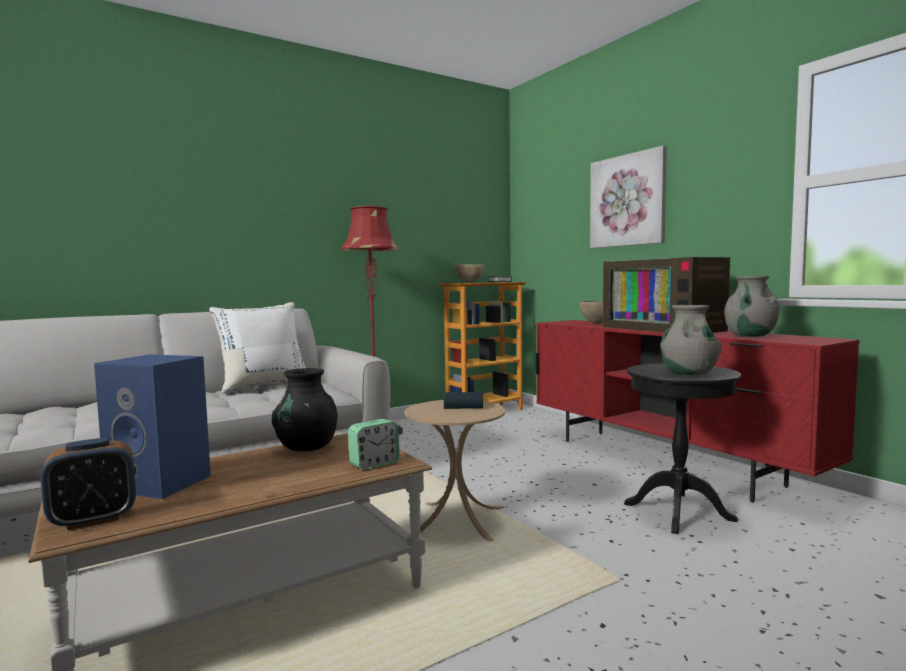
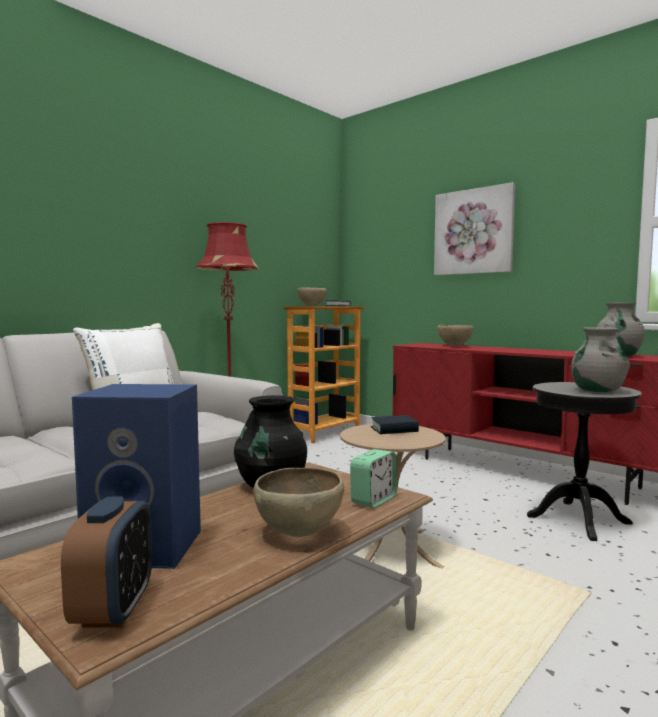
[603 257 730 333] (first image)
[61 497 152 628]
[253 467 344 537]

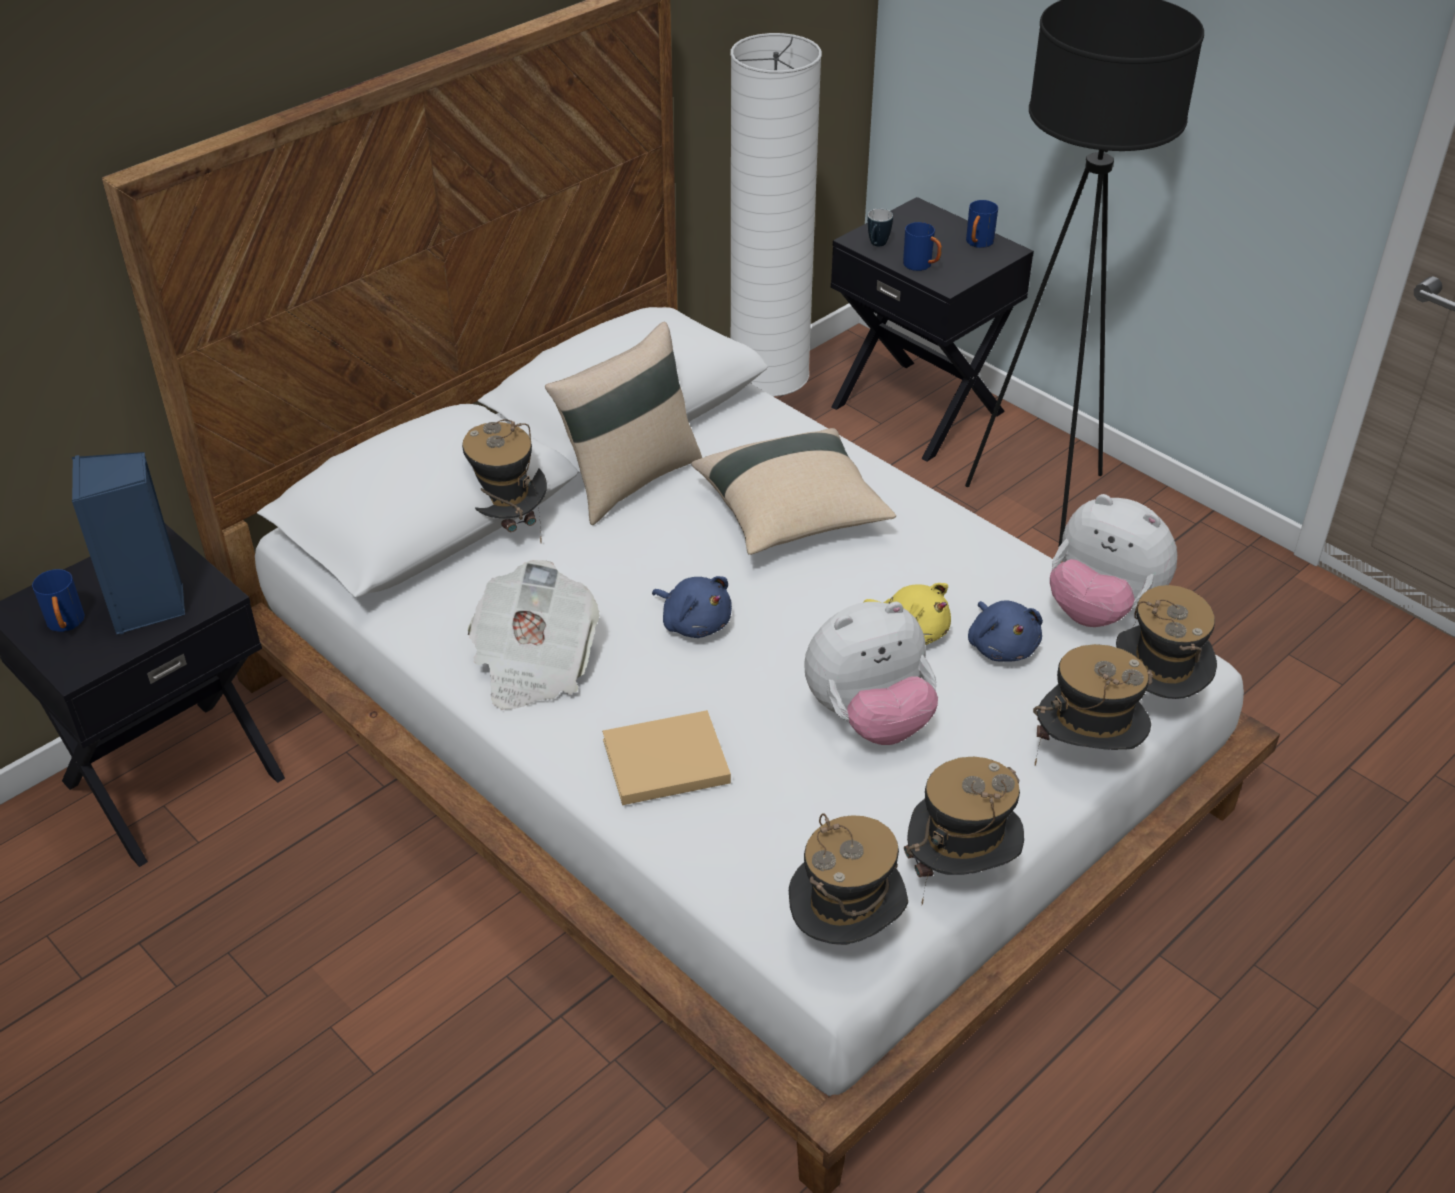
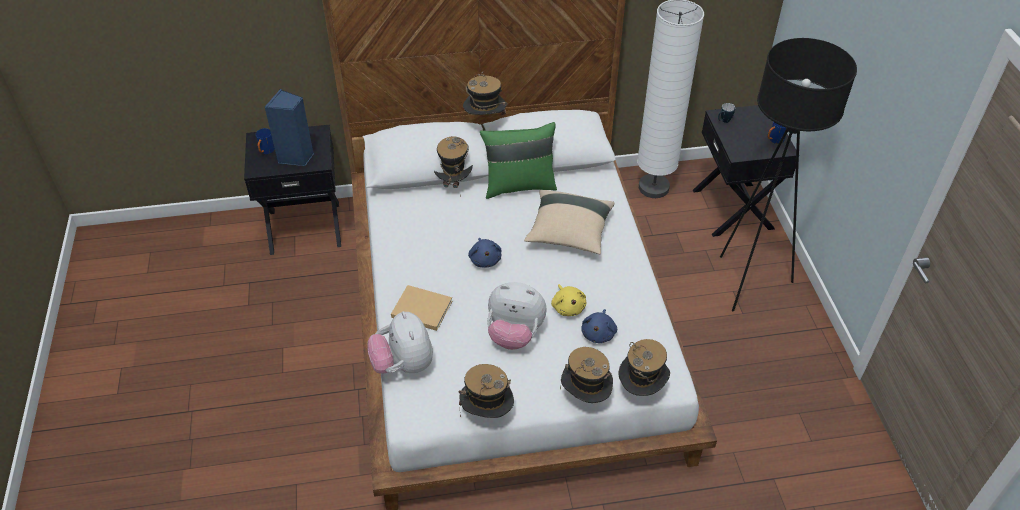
[903 222 942 271] (first image)
[480 122 557 199]
[368 311 433 374]
[468 560 600 710] (first image)
[463 72 508 116]

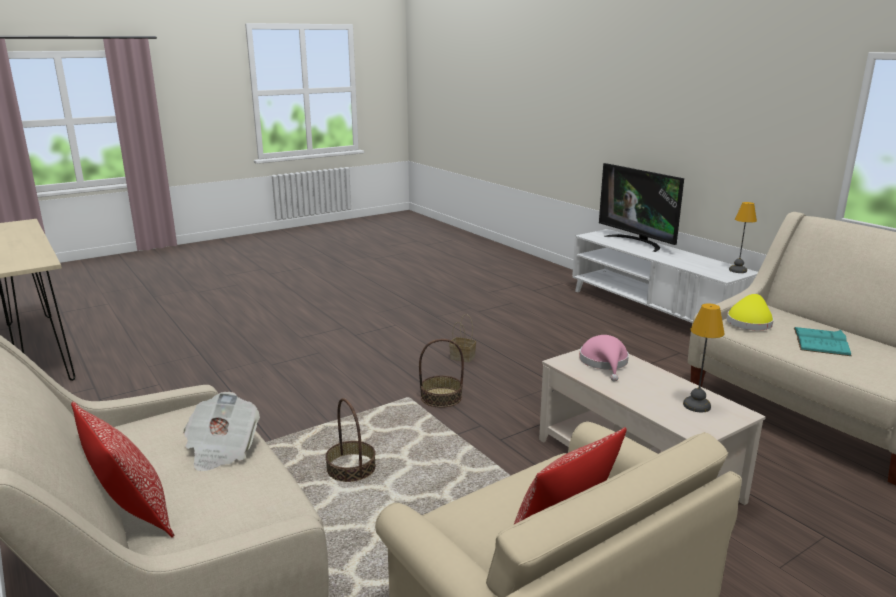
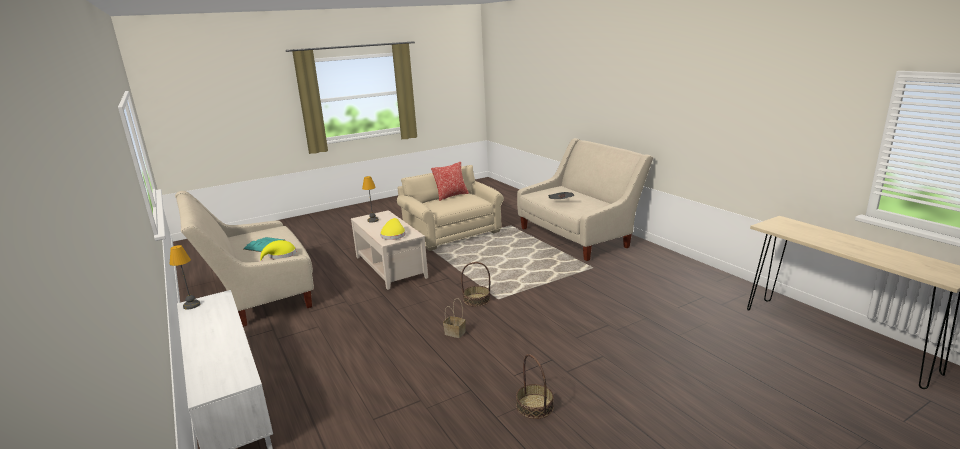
[599 163 684 252] (first image)
[380 218 406 240]
[516 354 554 419]
[71 402 174 538] (first image)

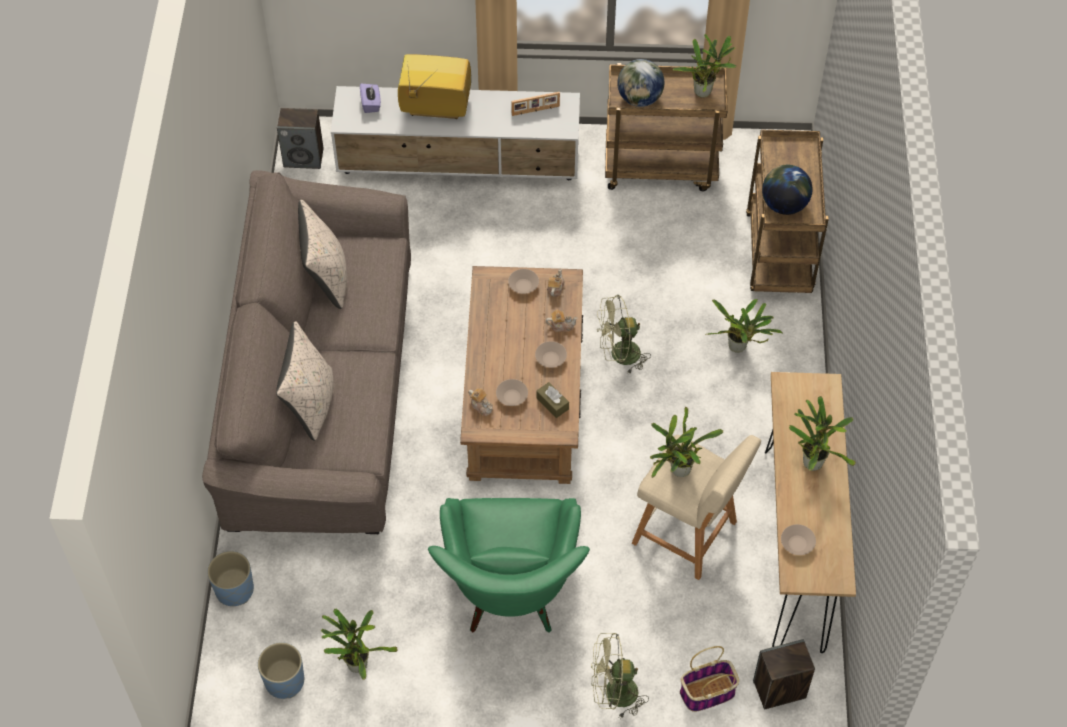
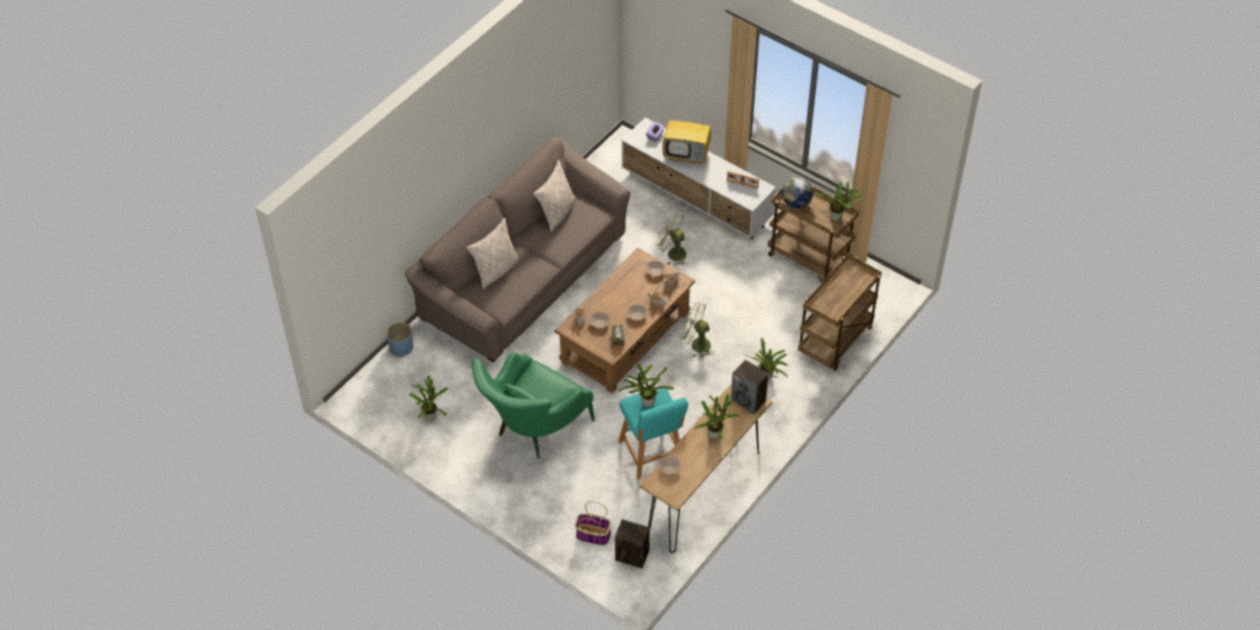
[662 111 711 164]
[731 360 769 414]
[762 165 812 215] (first image)
[619 388 688 479]
[655 212 688 267]
[258 642 304 699] (first image)

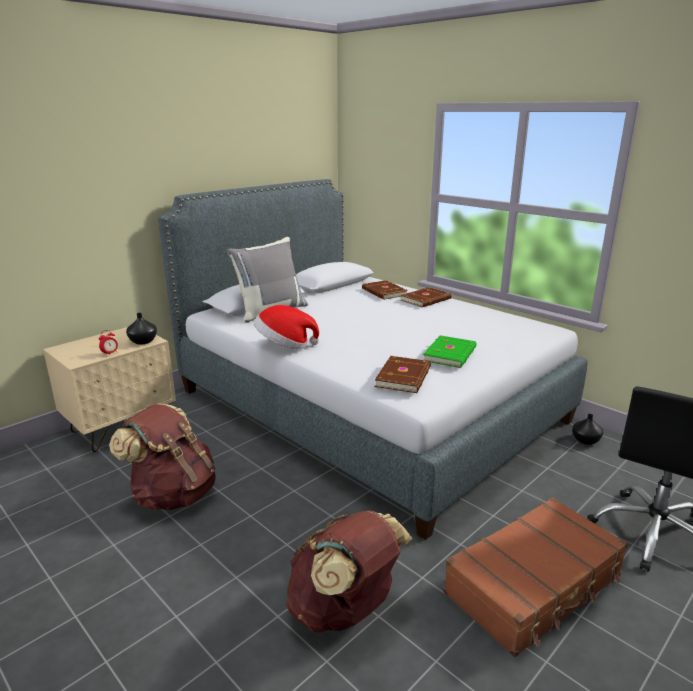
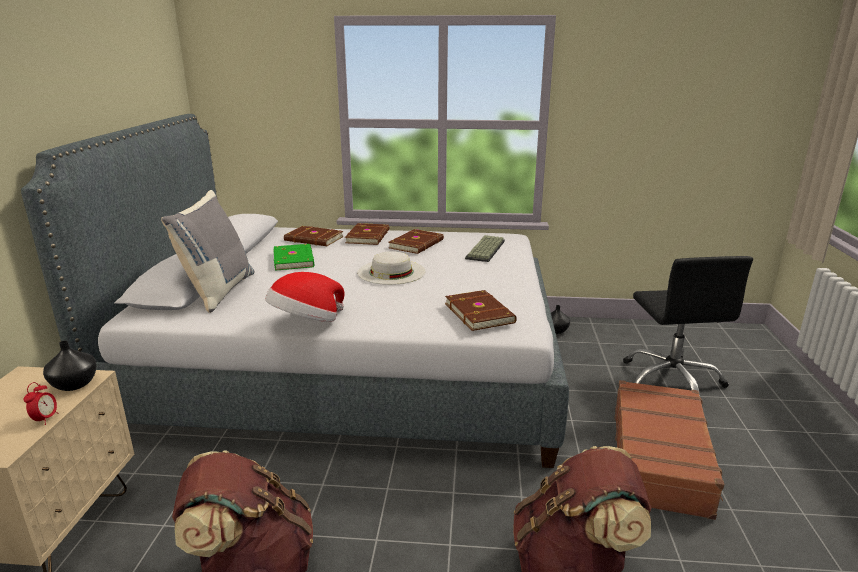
[273 244 315 271]
[388 229 444 254]
[465 235 505 262]
[357 251 425 285]

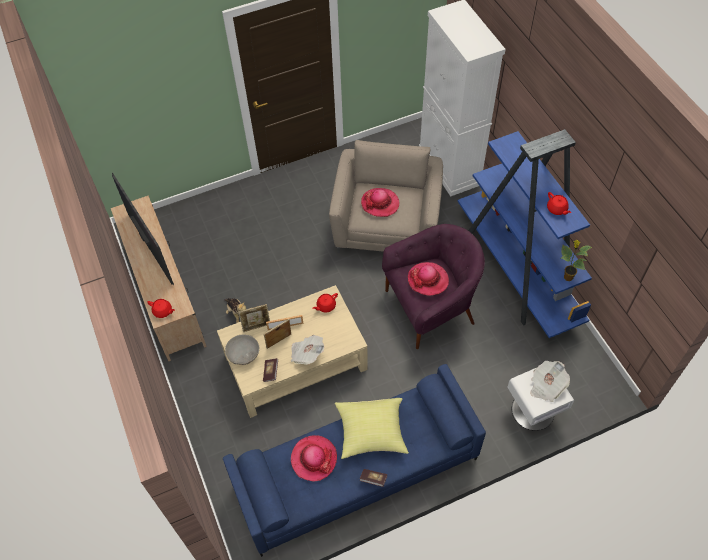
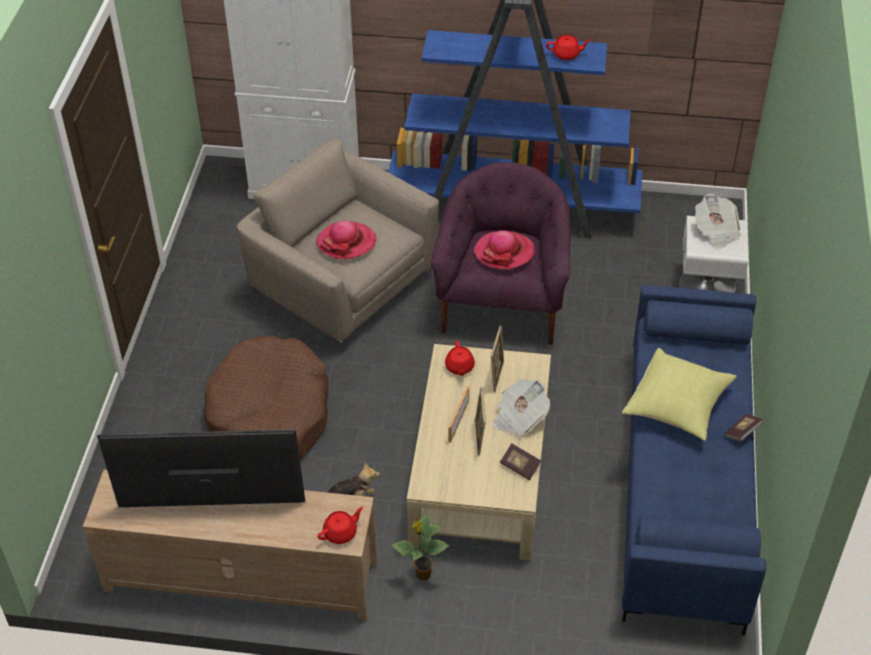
[391 514 450 580]
[491 325 504 392]
[225 335 259 365] (first image)
[291 435 337 481] (first image)
[204 336 328 459]

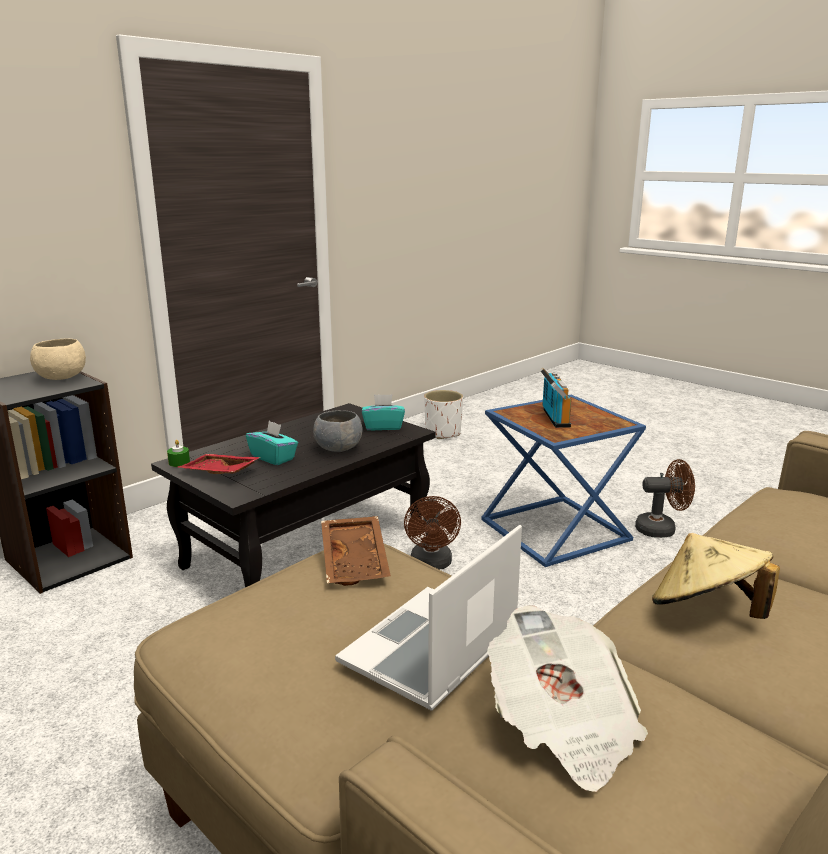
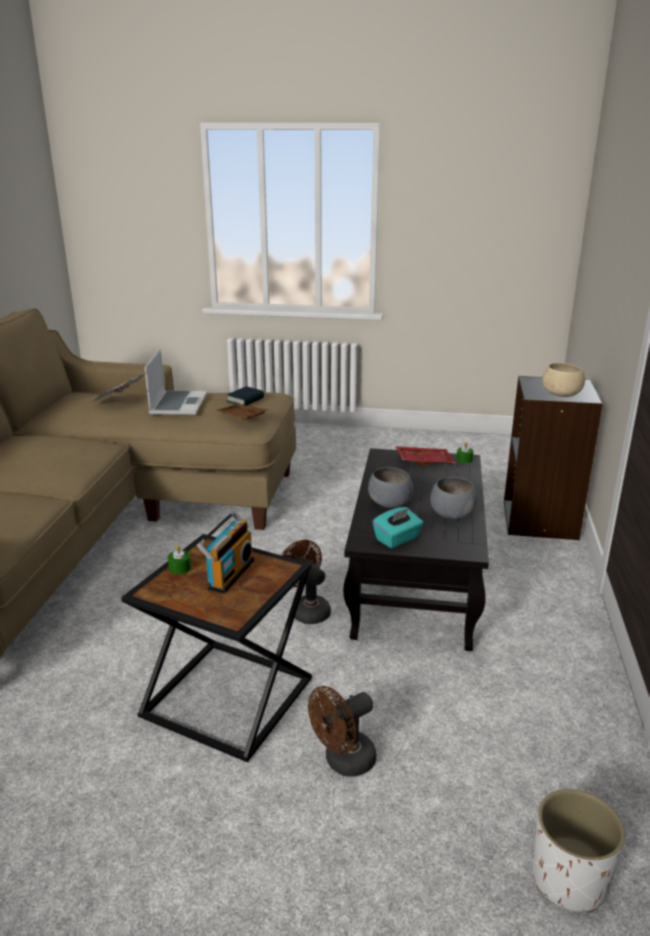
[197 511 254 593]
[121 534 312 762]
[246 421 298 465] (first image)
[308 686 376 777]
[652 533 780 619] (first image)
[227 386 264 405]
[430 477 477 519]
[168 546 191 575]

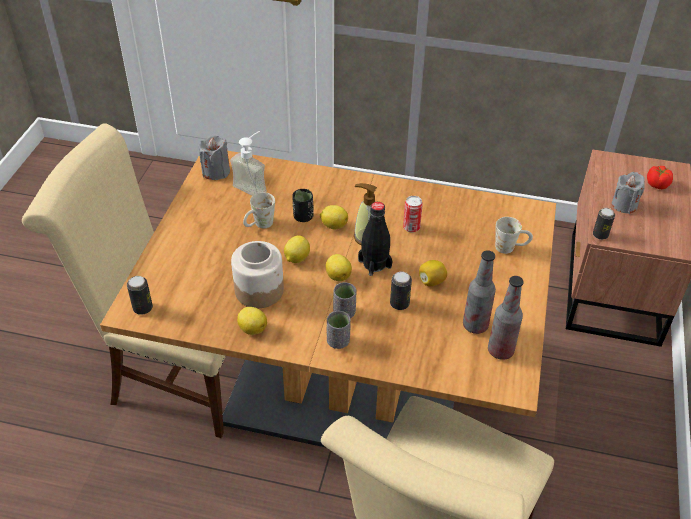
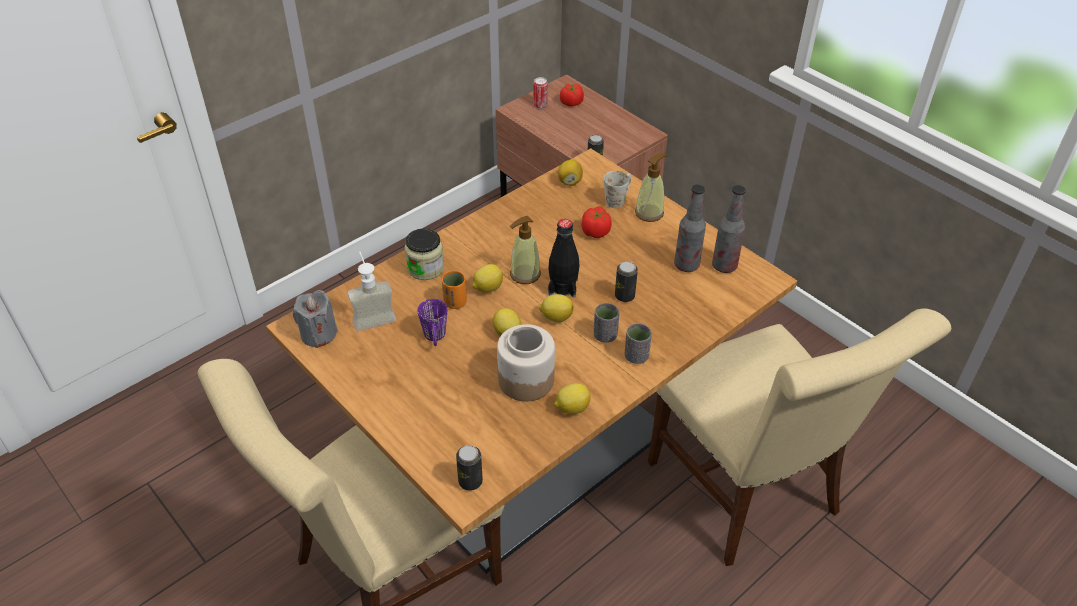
[612 172 645 214] (first image)
[442 271 467 309]
[417 299 447 346]
[533 77 548 109]
[558 160 583 186]
[635 153 667 222]
[582 206 612 238]
[405 229 444 280]

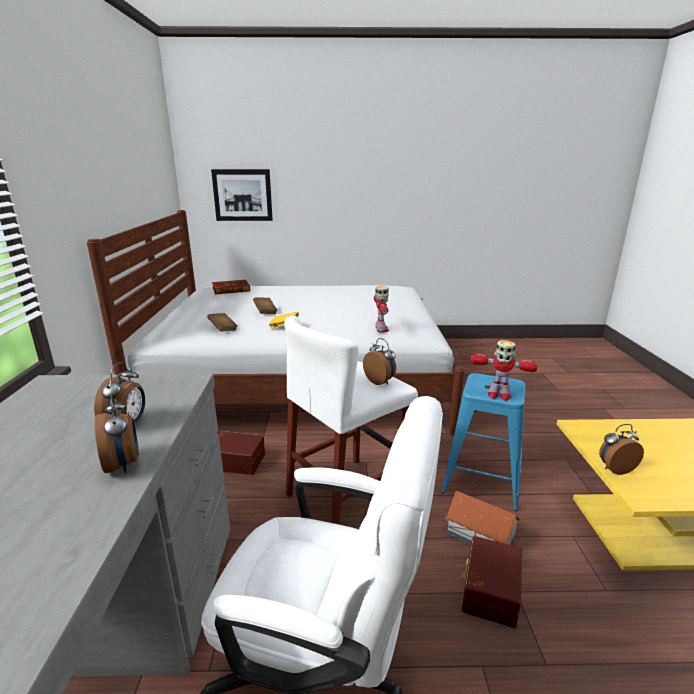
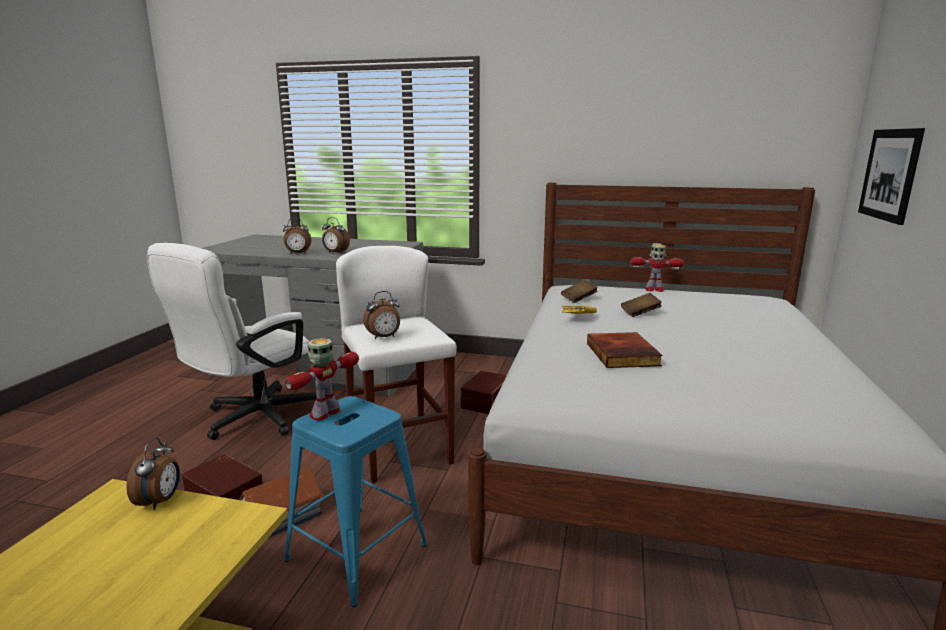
[587 332 663 368]
[631 244 683 292]

